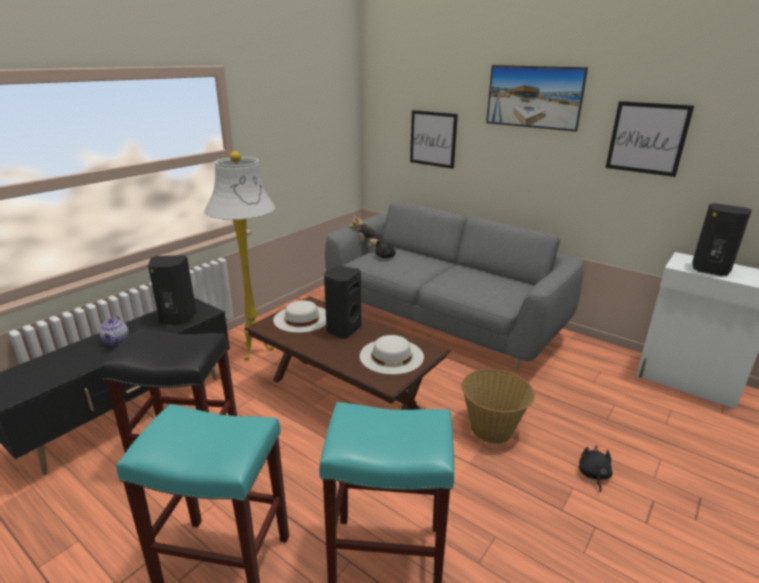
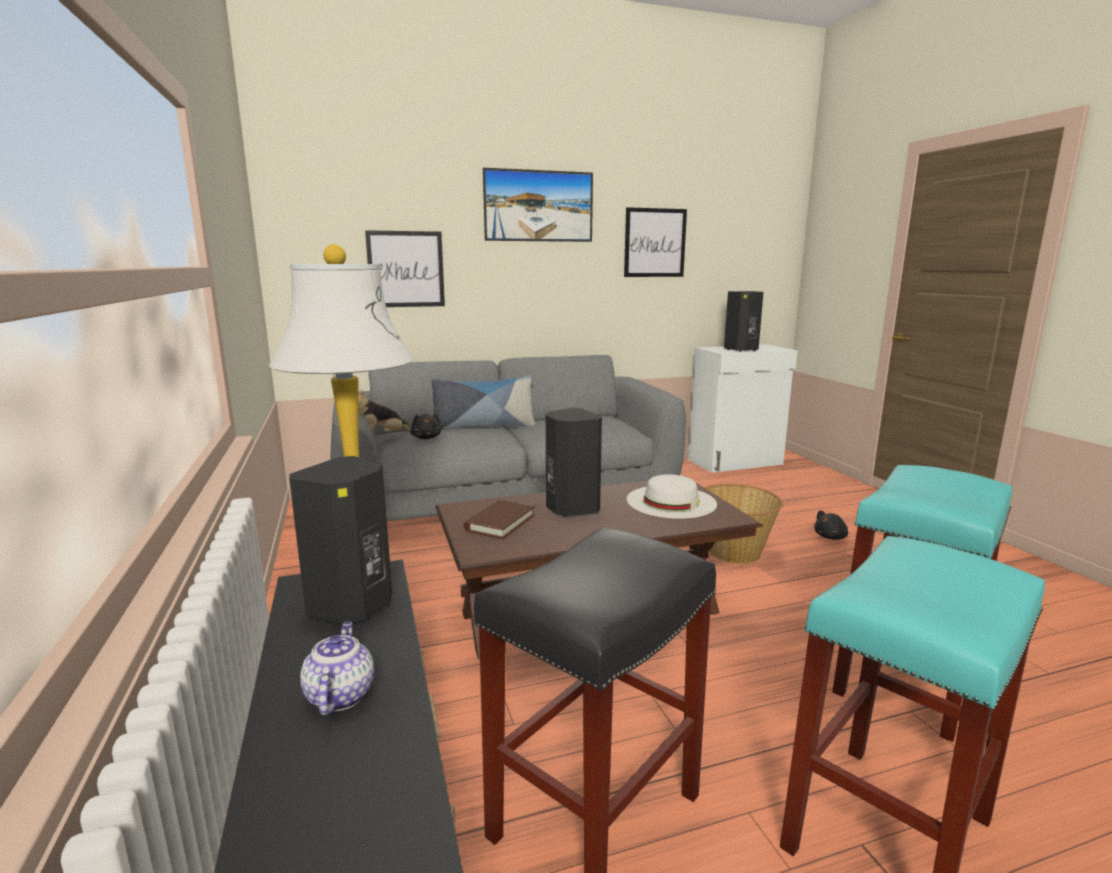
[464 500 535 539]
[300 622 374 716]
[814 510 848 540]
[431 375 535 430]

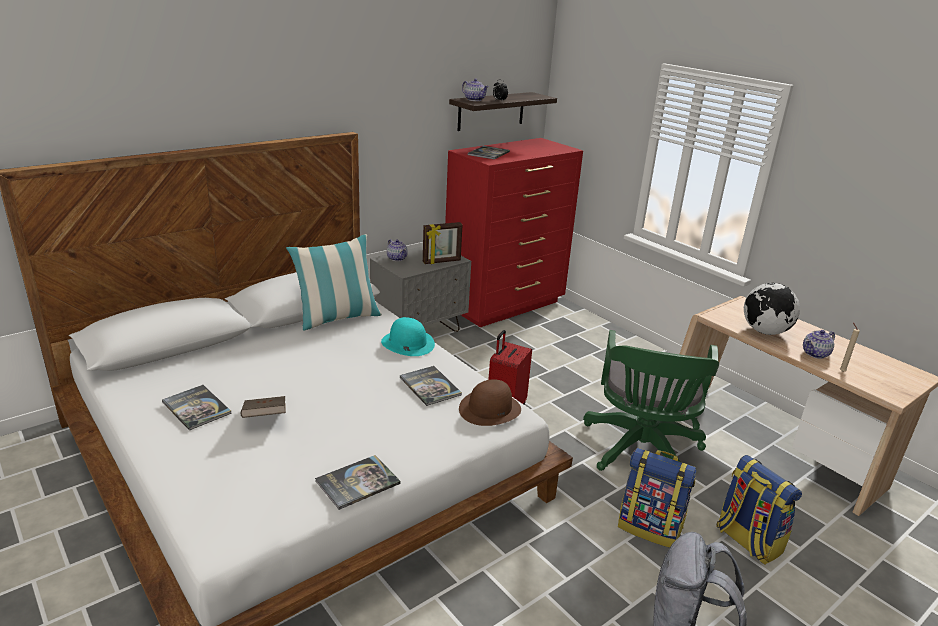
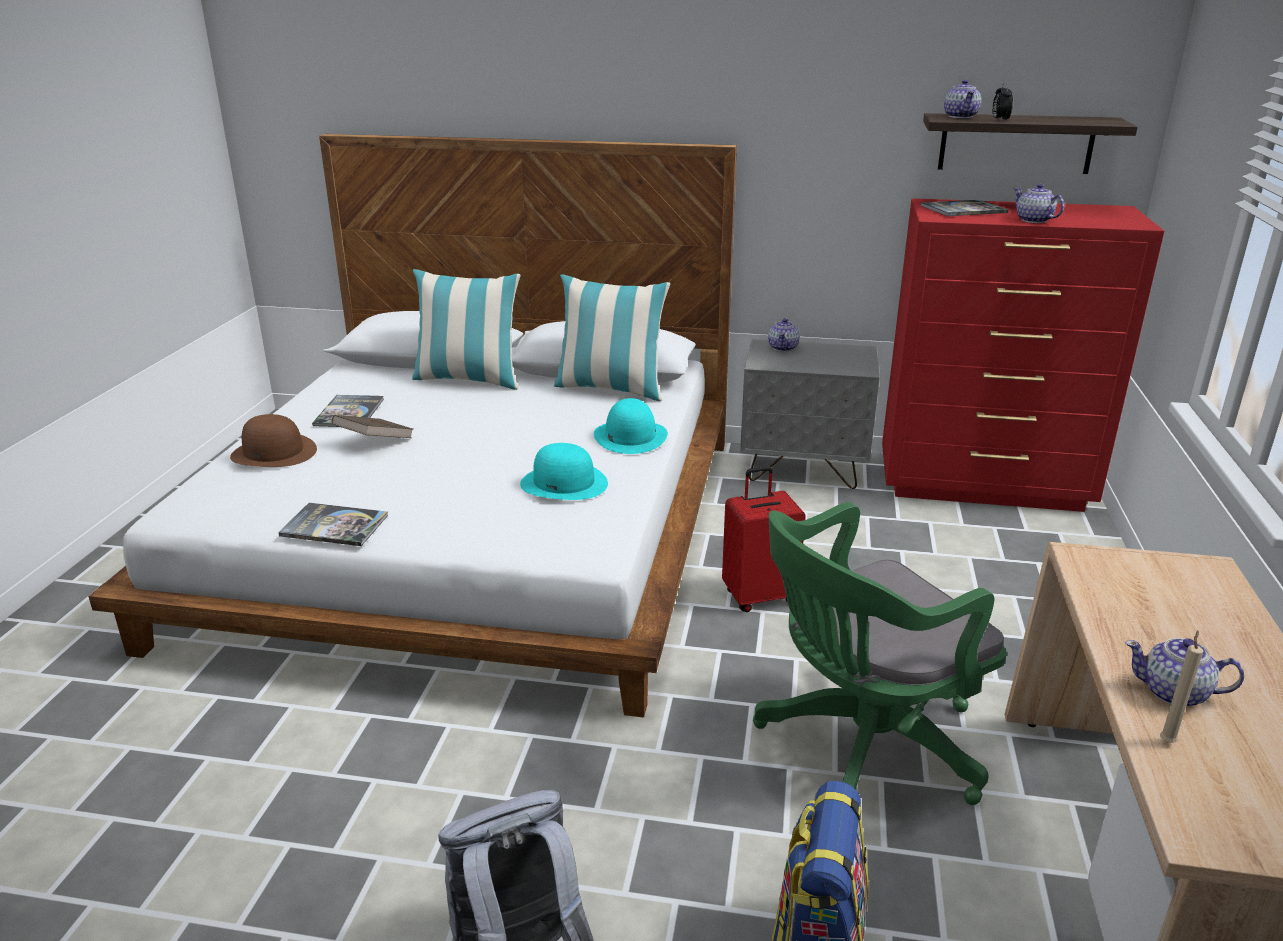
[423 222 462 264] (first image)
[744 283 800 335] (first image)
[520 443 608 500]
[230 414 317 467]
[618 448 696 548] (first image)
[1013 184 1064 223]
[412 269 521 390]

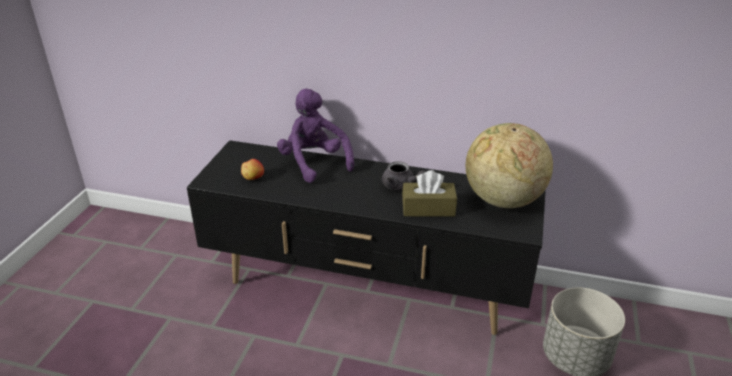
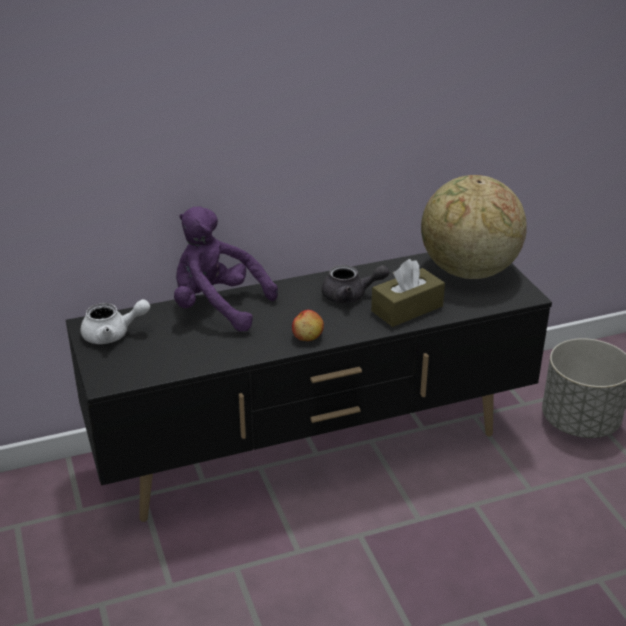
[292 310 324 341]
[80 299 150 344]

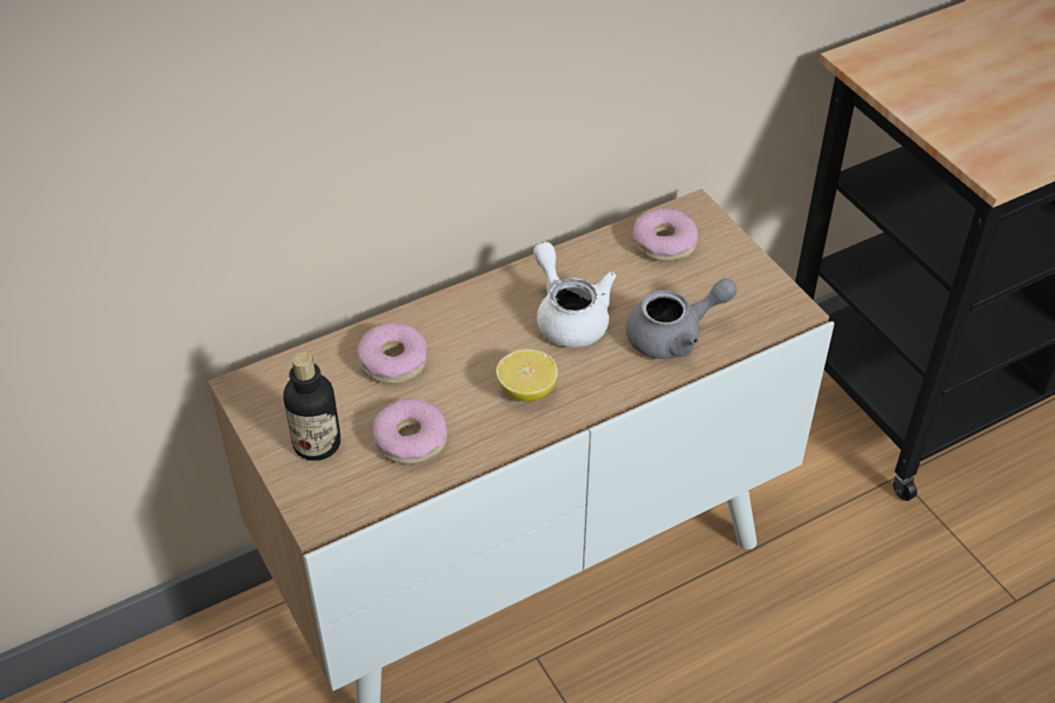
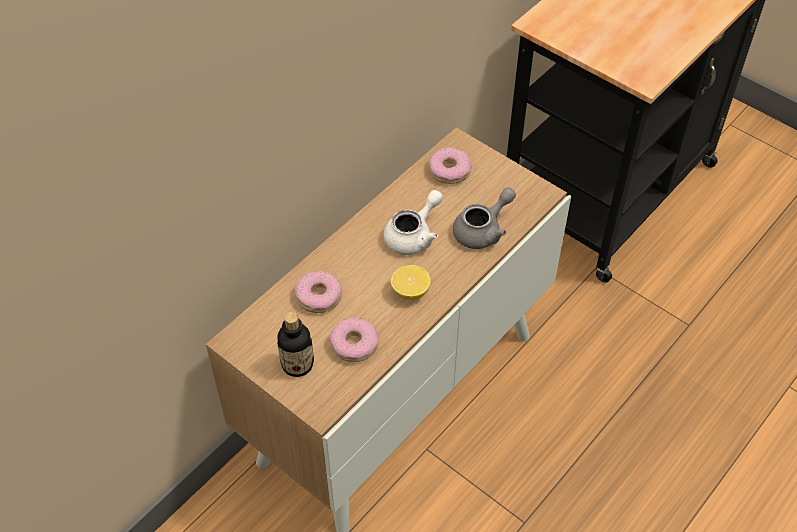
[383 190 443 255]

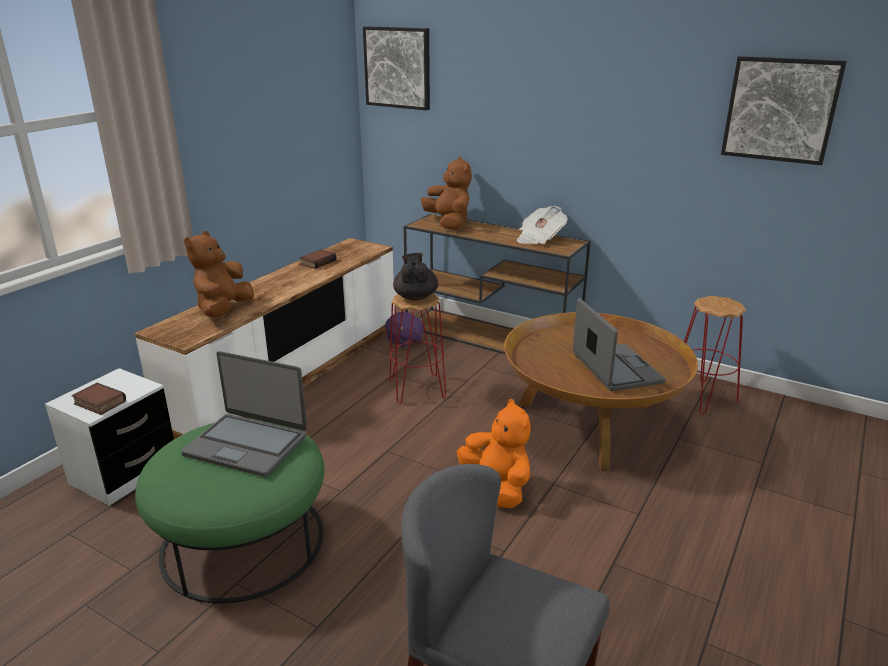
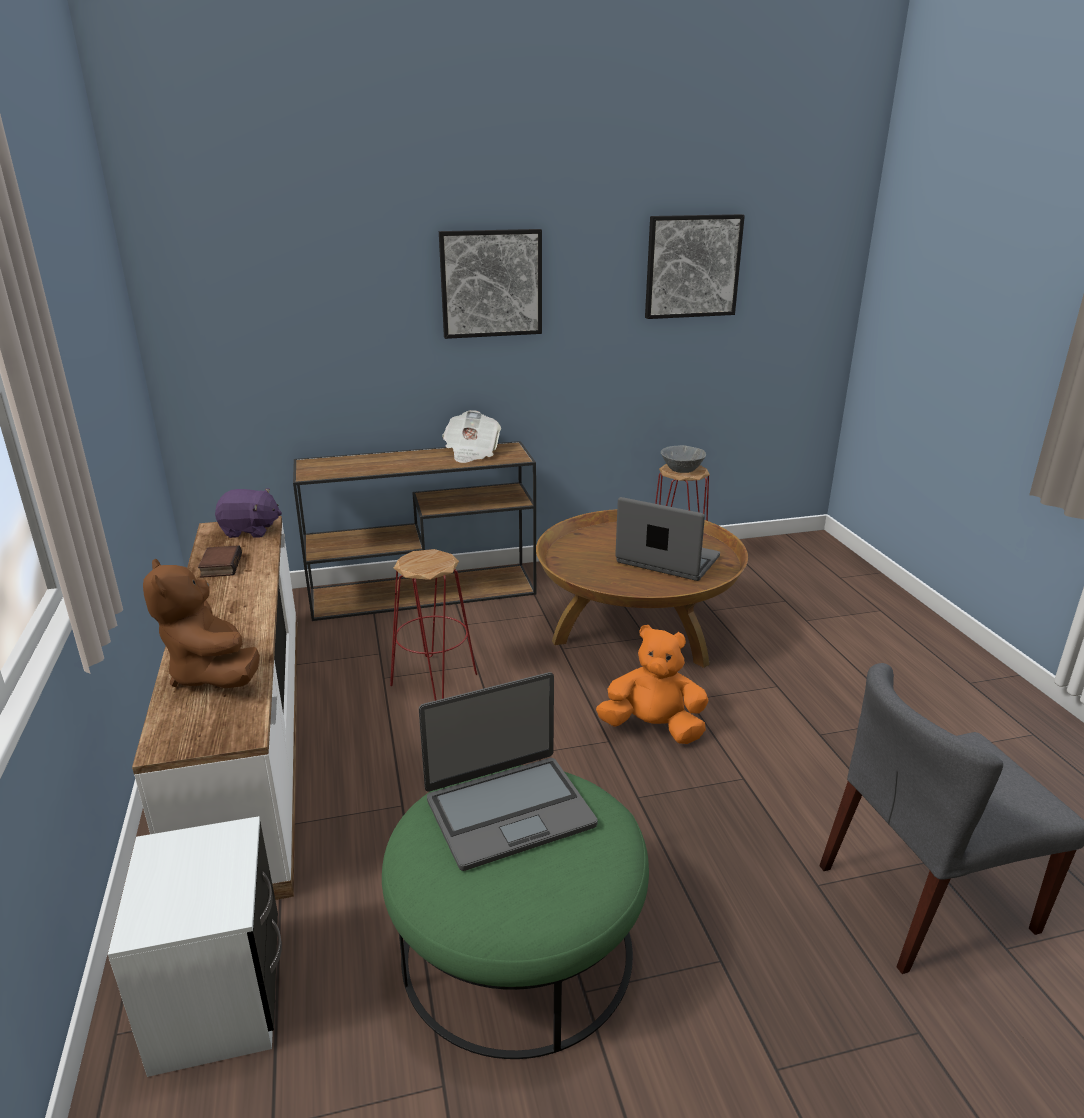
[439 229 542 339]
[421 157 472 230] (first image)
[393 253 438 300] (first image)
[215 488 282 538]
[72 383 126 415] (first image)
[661 445 706 473]

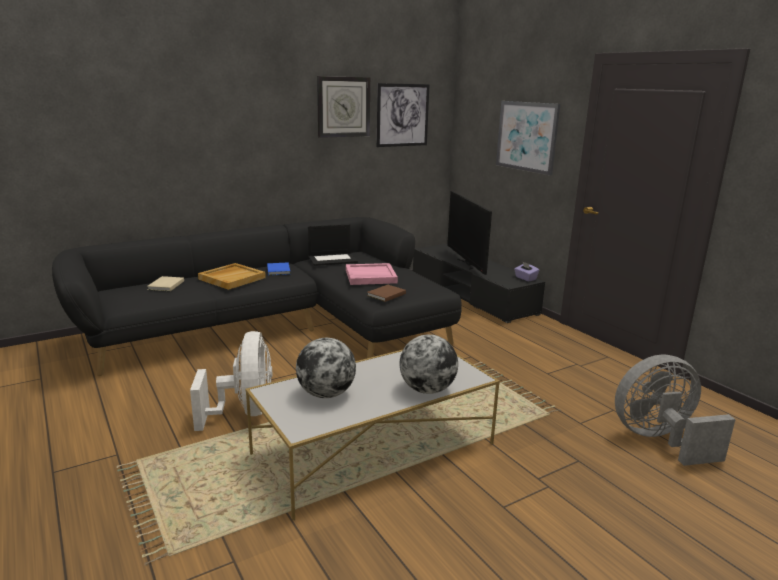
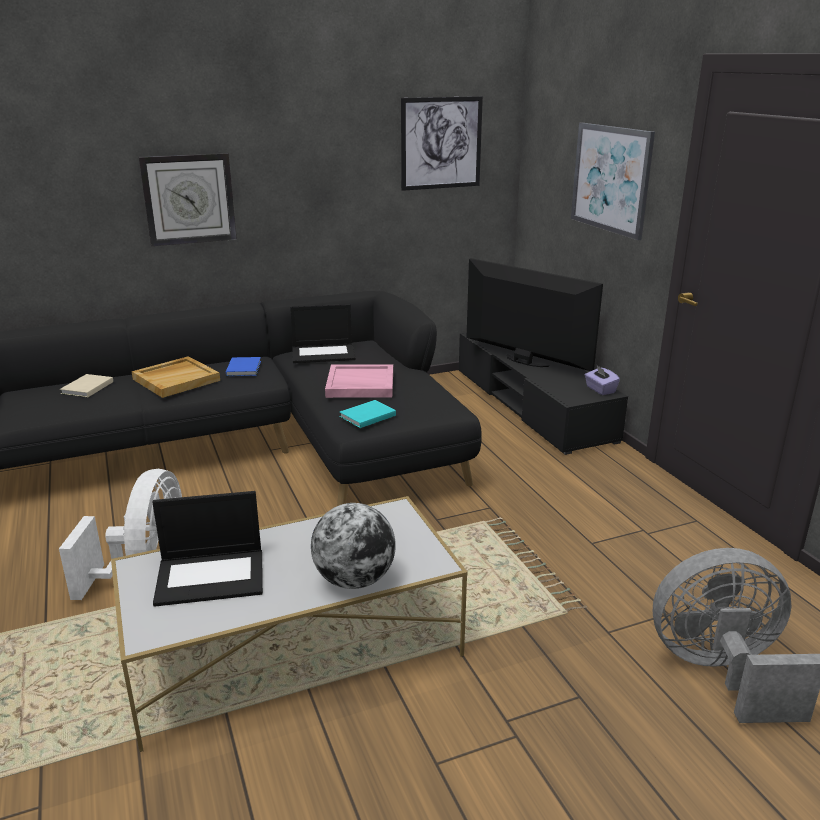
[139 153 237 246]
[466 258 603 371]
[340 400 396 428]
[152 491 263 607]

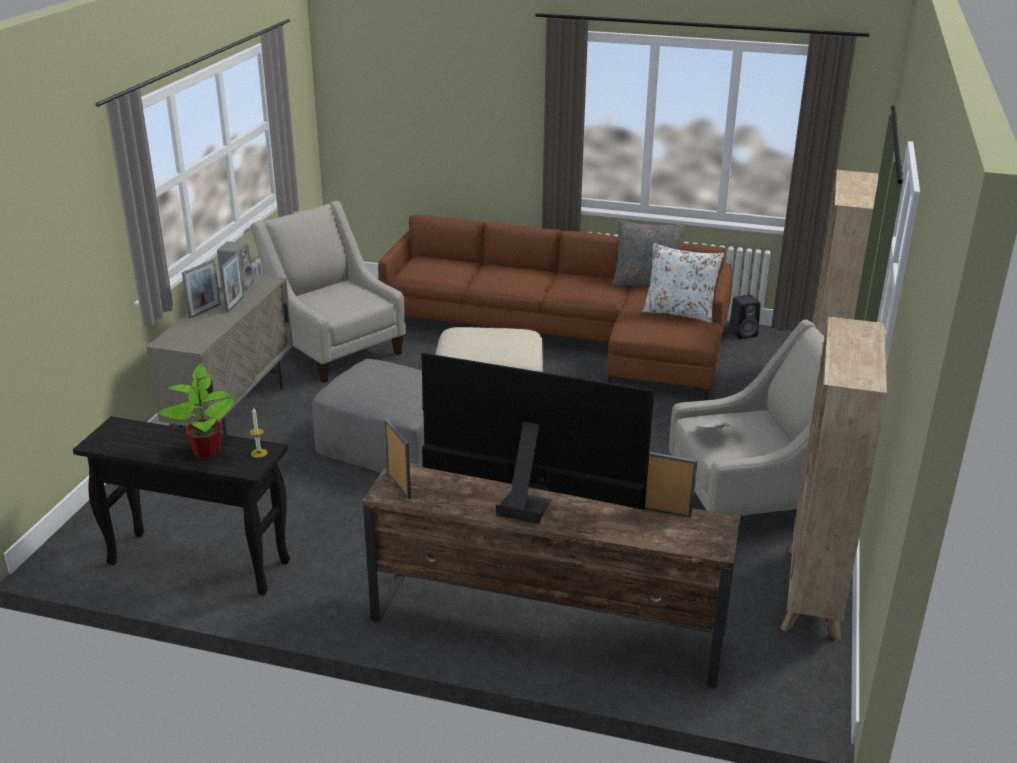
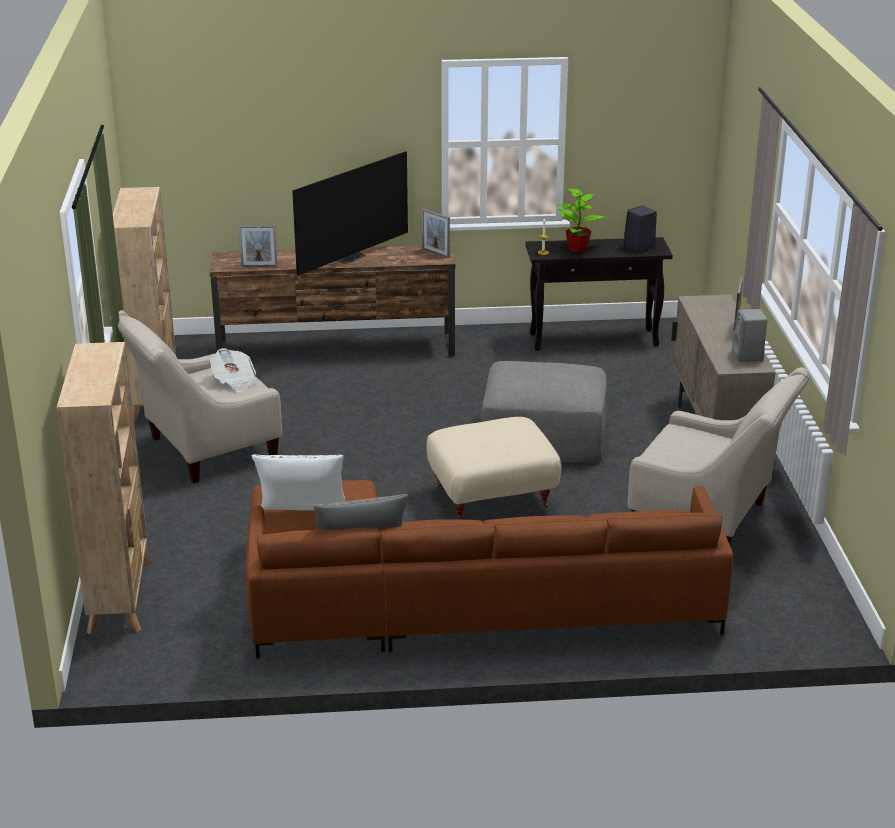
[220 252 244 313] (first image)
[624 206 657 253]
[292 151 408 276]

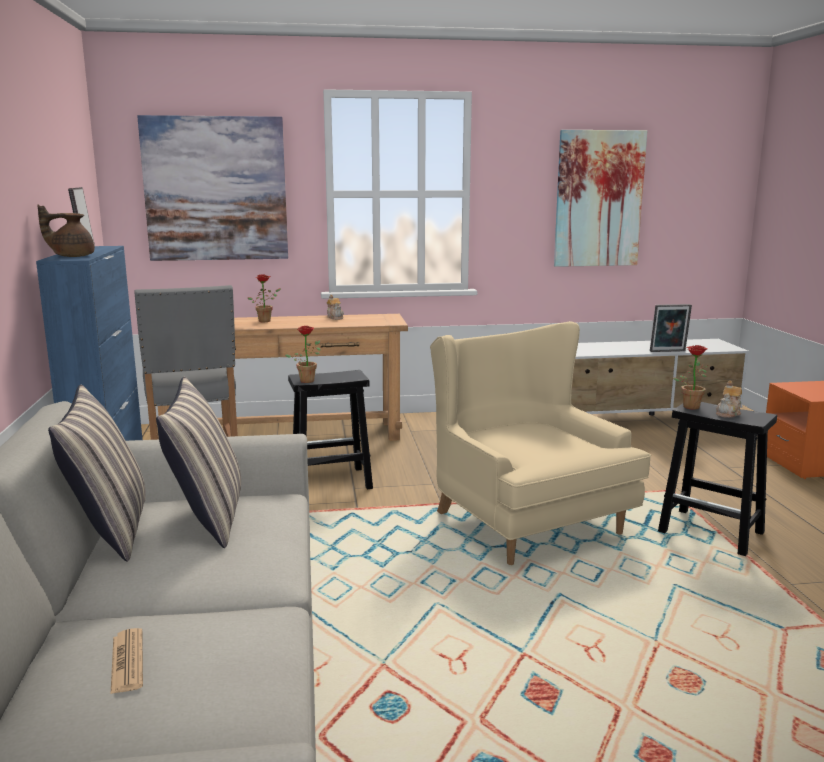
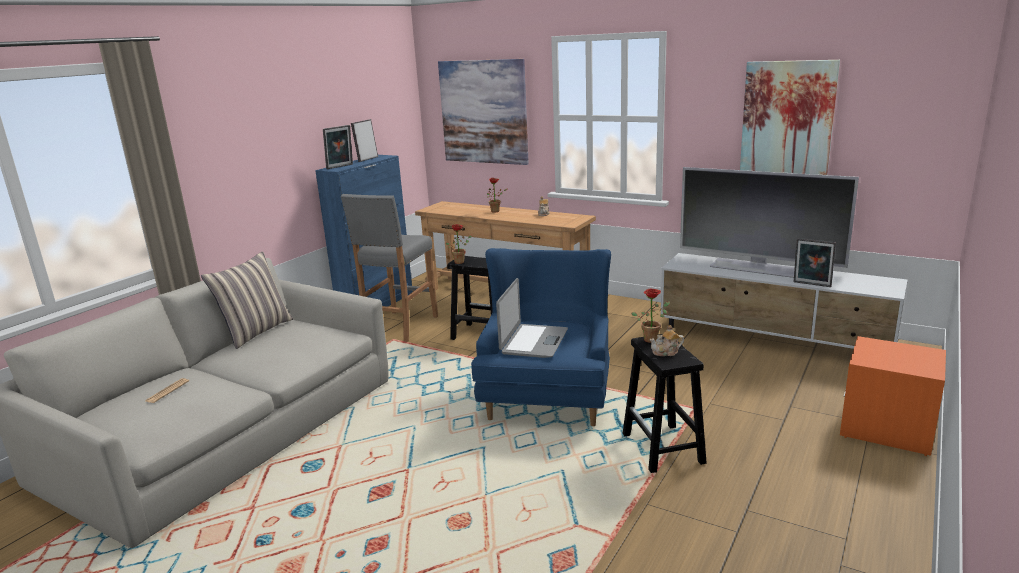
[323 125 353 169]
[471 248 611 426]
[156 377 241 548] (first image)
[680 167 859 278]
[496 278 568 358]

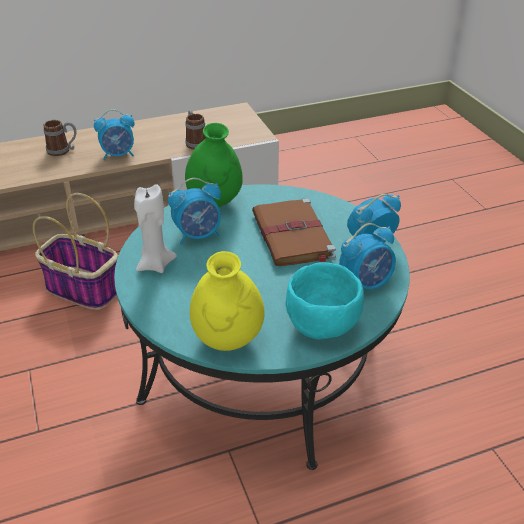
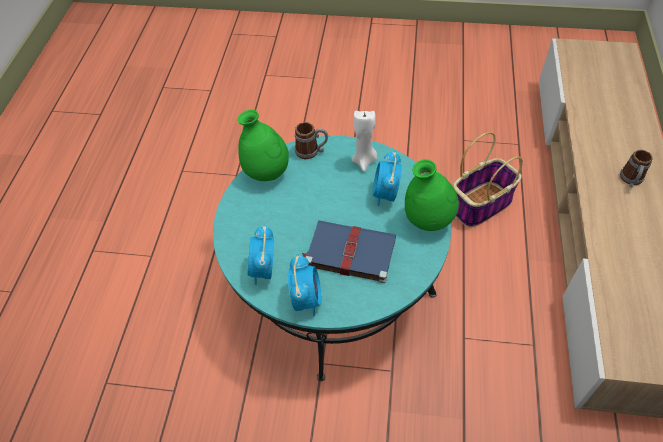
[94 109 135 160] (first image)
[295 122 328 159]
[302 220 396 283]
[237 110 289 181]
[285 262 364 339] (first image)

